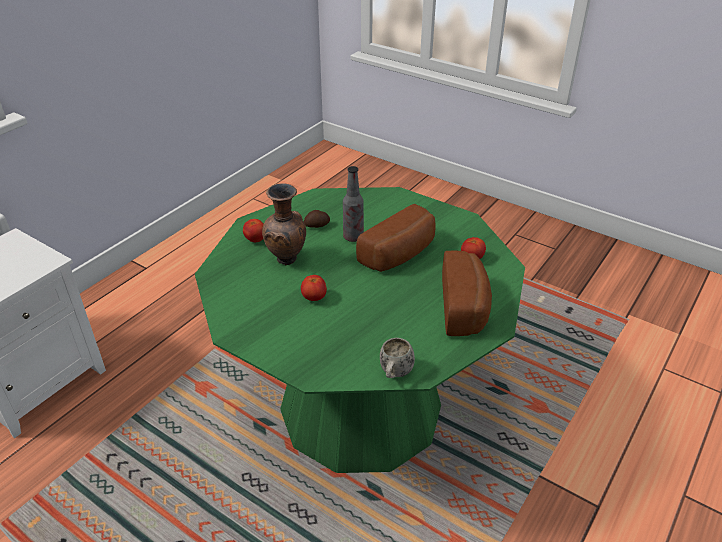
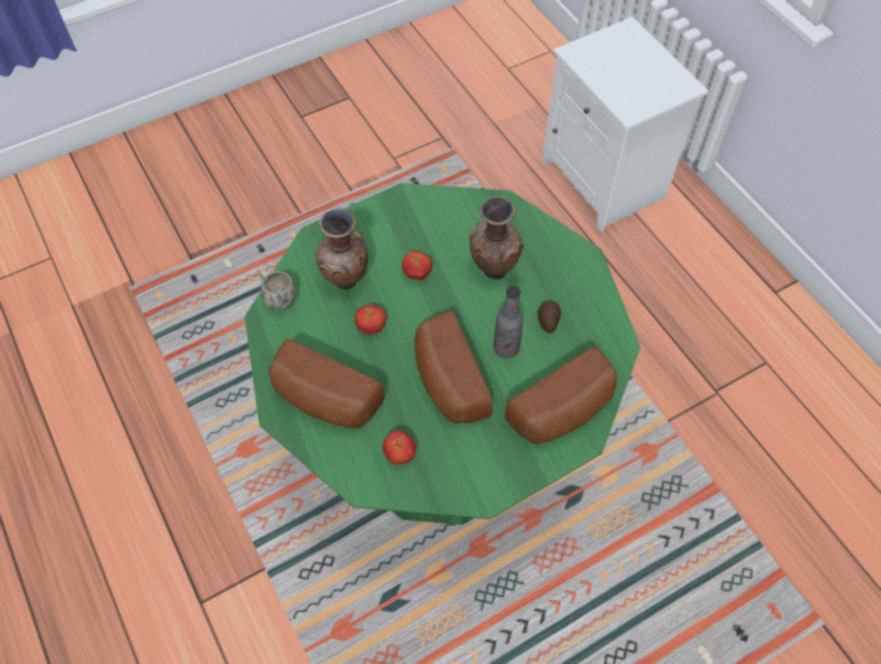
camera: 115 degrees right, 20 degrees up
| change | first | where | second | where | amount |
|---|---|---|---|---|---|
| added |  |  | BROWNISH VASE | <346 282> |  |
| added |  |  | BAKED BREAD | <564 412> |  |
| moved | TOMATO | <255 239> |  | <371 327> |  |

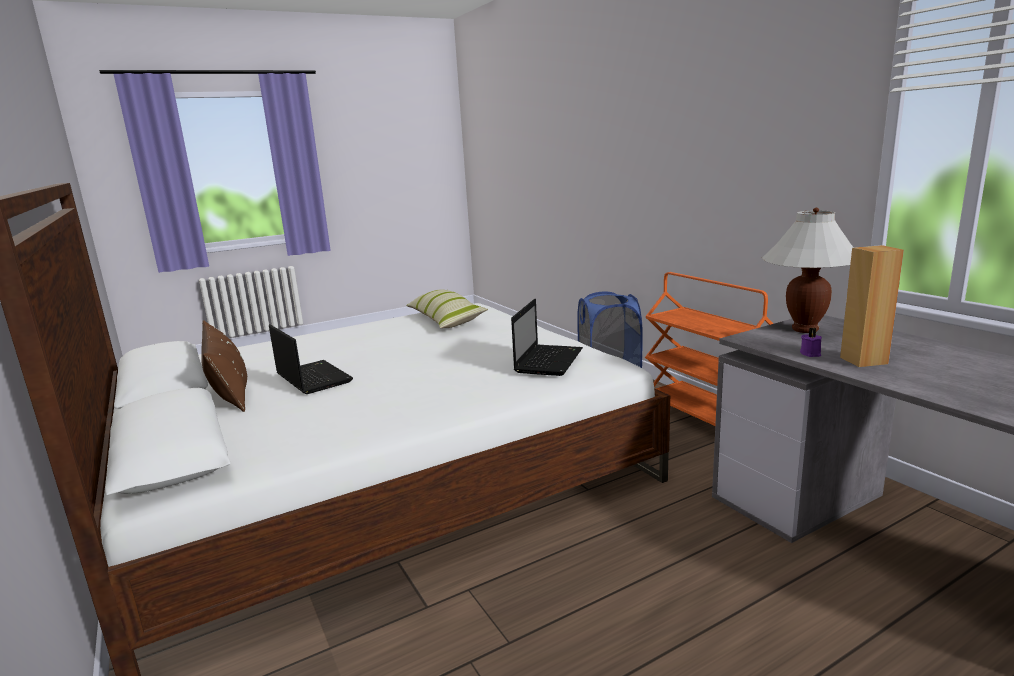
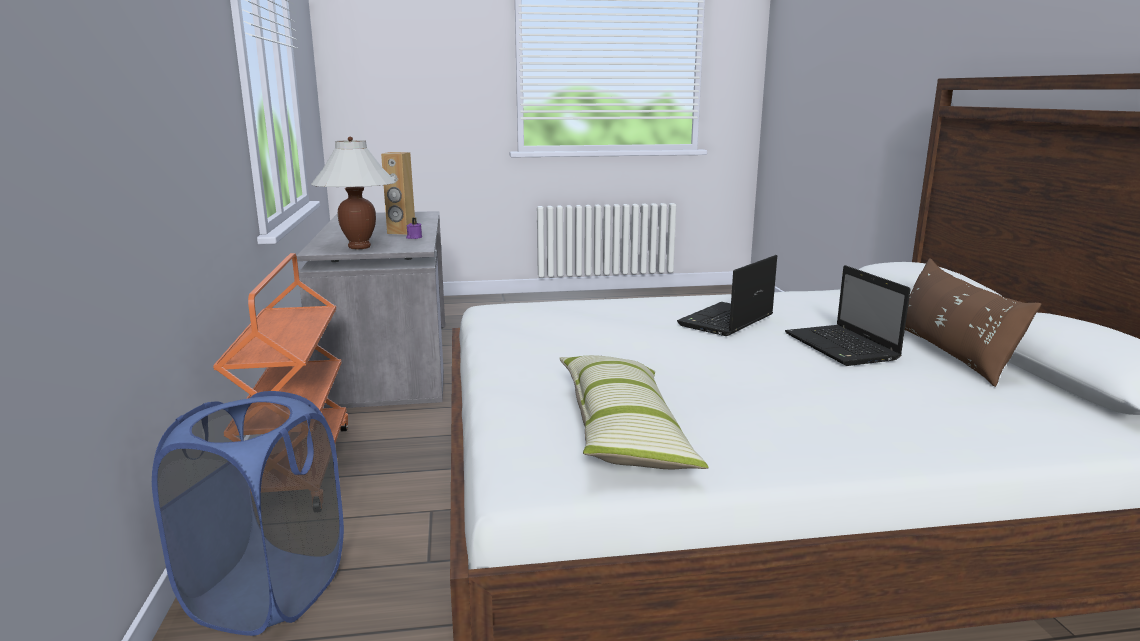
camera: 160 degrees left, 0 degrees up
| change | first | where | second | where | amount |
|---|---|---|---|---|---|
| moved | PORTABLE COMPUTER | <549 360> |  | <725 321> |  |

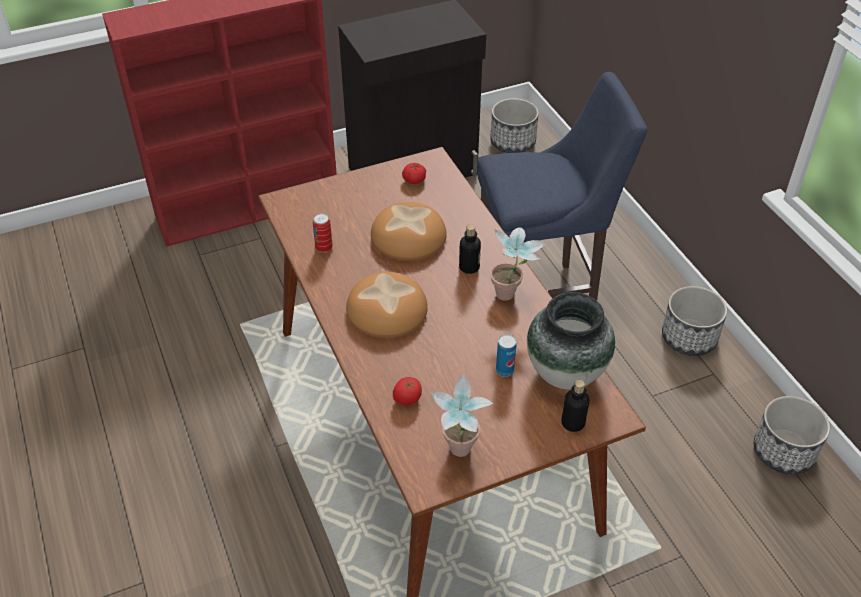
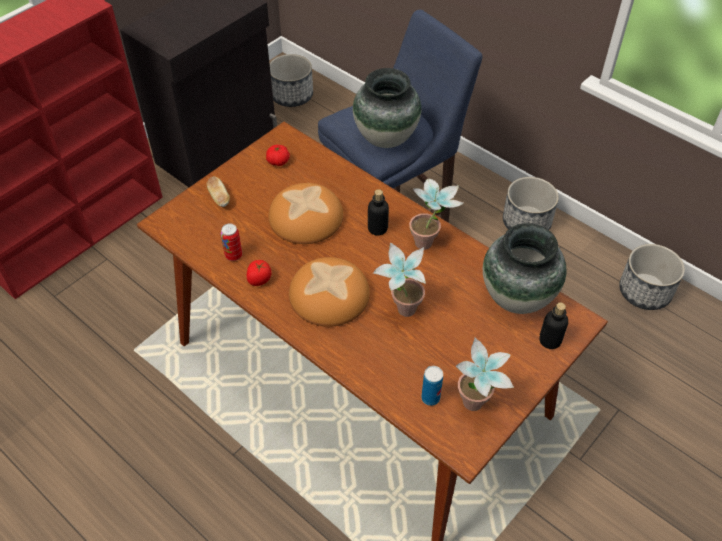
camera: 25 degrees left, 5 degrees up
| change | first | where | second | where | amount |
|---|---|---|---|---|---|
| added |  |  | BAKED BREAD | <219 198> |  |
| added |  |  | VASE | <386 137> |  |
| added |  |  | HOUSEPLANT | <400 312> |  |
| moved | TOMATO | <407 399> |  | <259 280> |  |
| moved | METAL CAN | <504 370> |  | <430 398> |  |

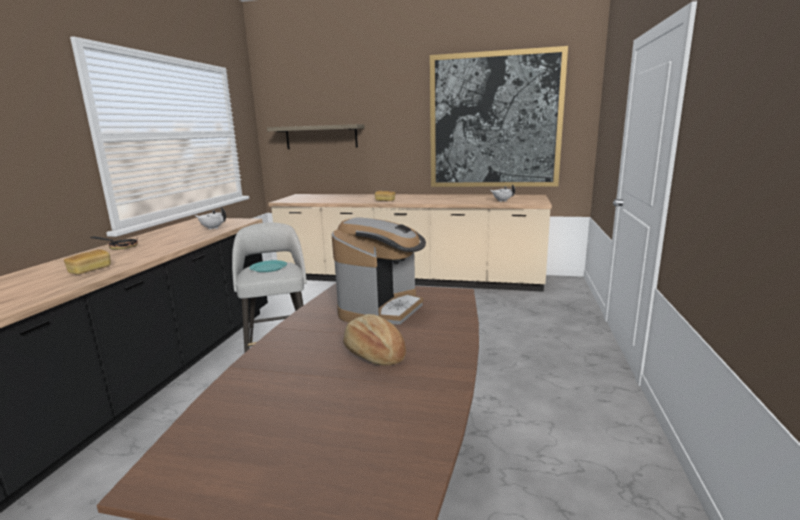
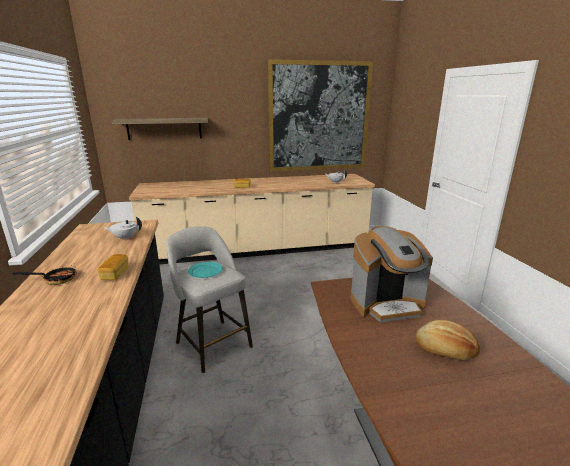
camera: 25 degrees left, 5 degrees up
| change | first | where | second | where | amount |
|---|---|---|---|---|---|
| moved | BAKED BREAD | <90 270> |  | <115 274> |  |
| turned | COFFEE MACHINE | <382 309> |  | <386 304> | 75 degrees clockwise |

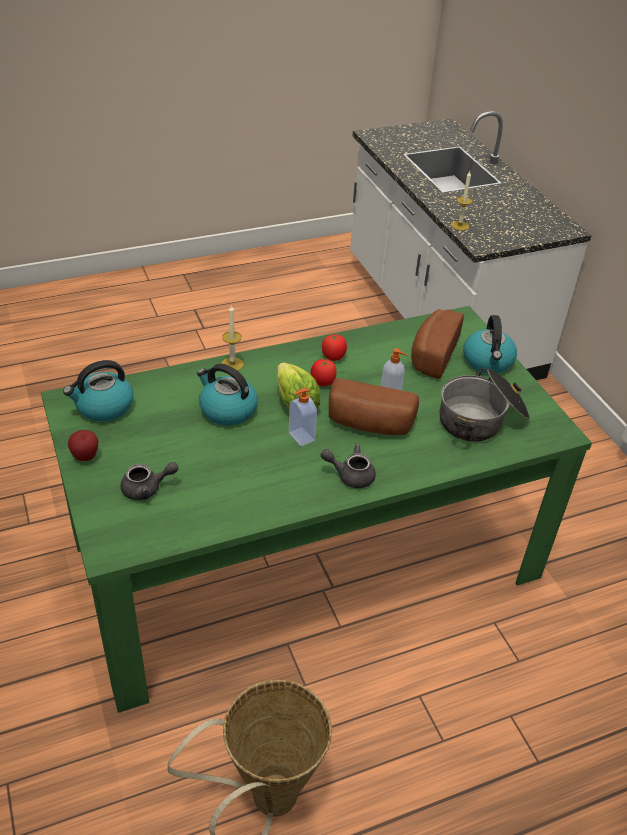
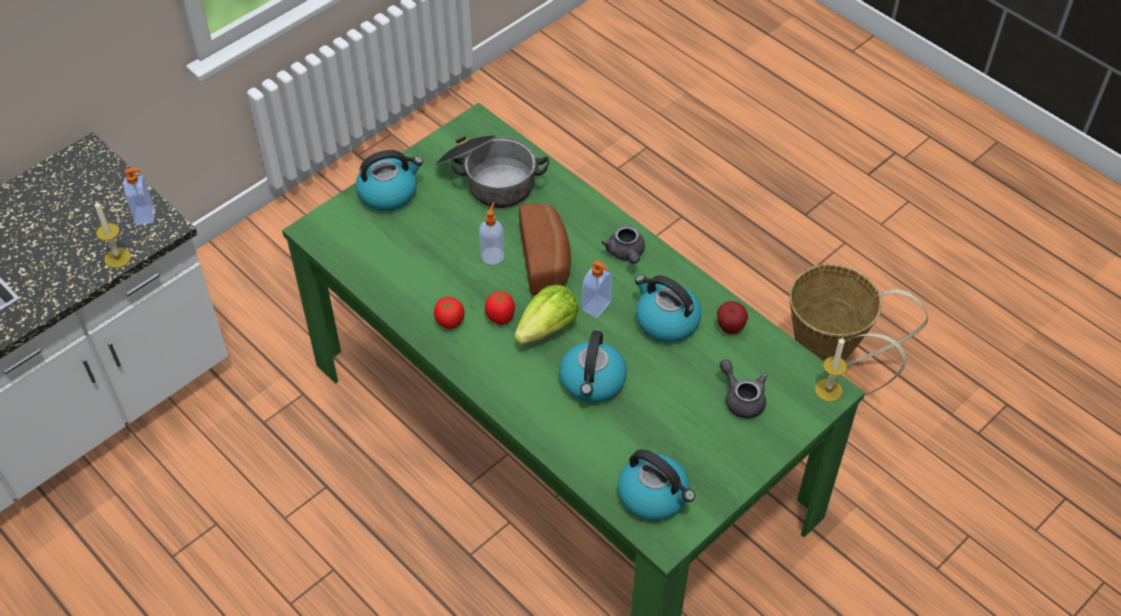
camera: 110 degrees left, 10 degrees up
| change | first | where | second | where | amount |
|---|---|---|---|---|---|
| removed | BAKED BREAD | <431 354> |  |  |  |
| added |  |  | LIQUID SOAP BOTTLE | <146 215> |  |
| added |  |  | KETTLE | <666 321> |  |
| moved | WHOLE APPLE | <85 457> |  | <730 328> |  |
| moved | WAX CANDLE | <232 364> |  | <828 390> |  |

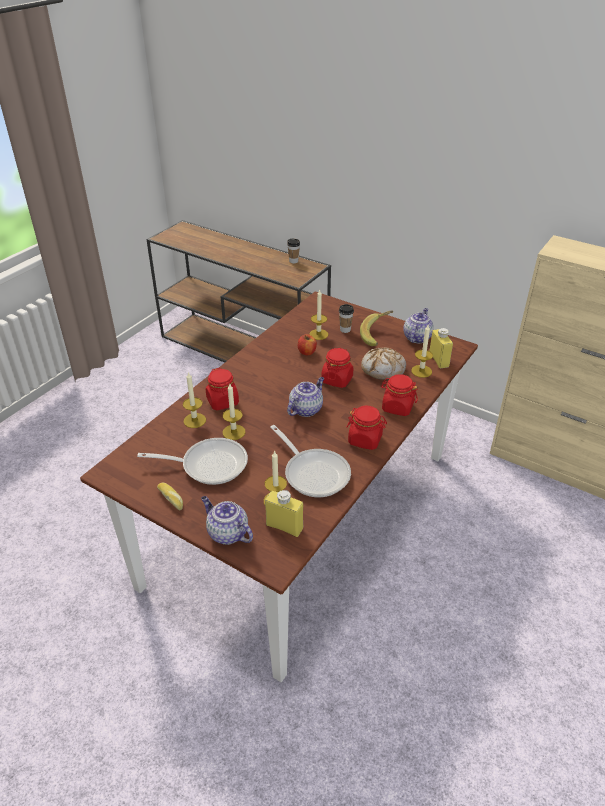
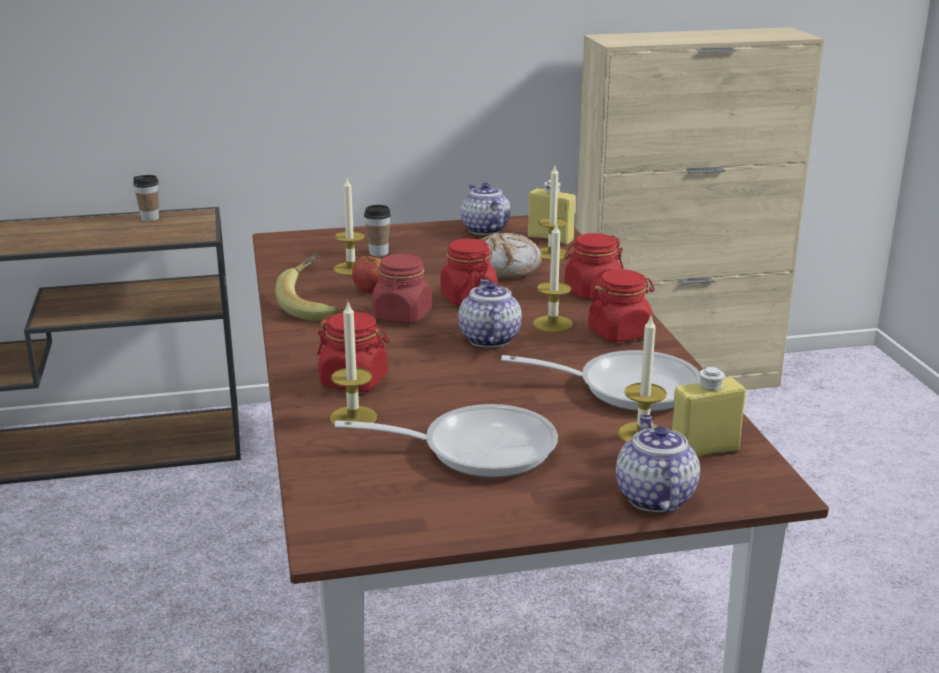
camera: 45 degrees left, 15 degrees down
| change | first | where | second | where | amount |
|---|---|---|---|---|---|
| removed | BAKED BREAD | <171 498> |  |  |  |
| added |  |  | RED-COLOURED JAR | <402 315> |  |
| moved | WAX CANDLE | <234 432> |  | <552 324> |  |
| moved | BANANA FRUIT | <377 336> |  | <314 306> |  |
| turned | PAN | <208 464> |  | <477 449> | 45 degrees clockwise |
| turned | TEA POT | <227 533> |  | <653 497> | 90 degrees clockwise |

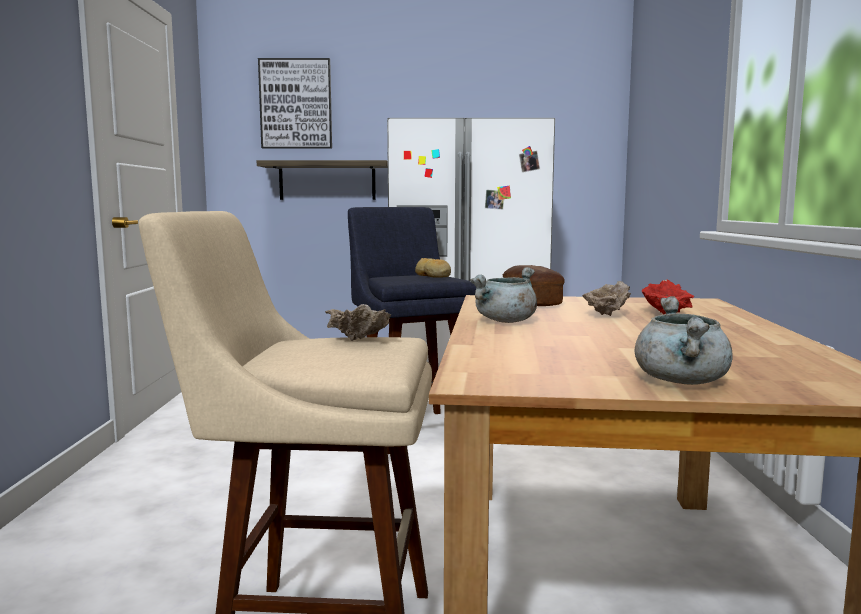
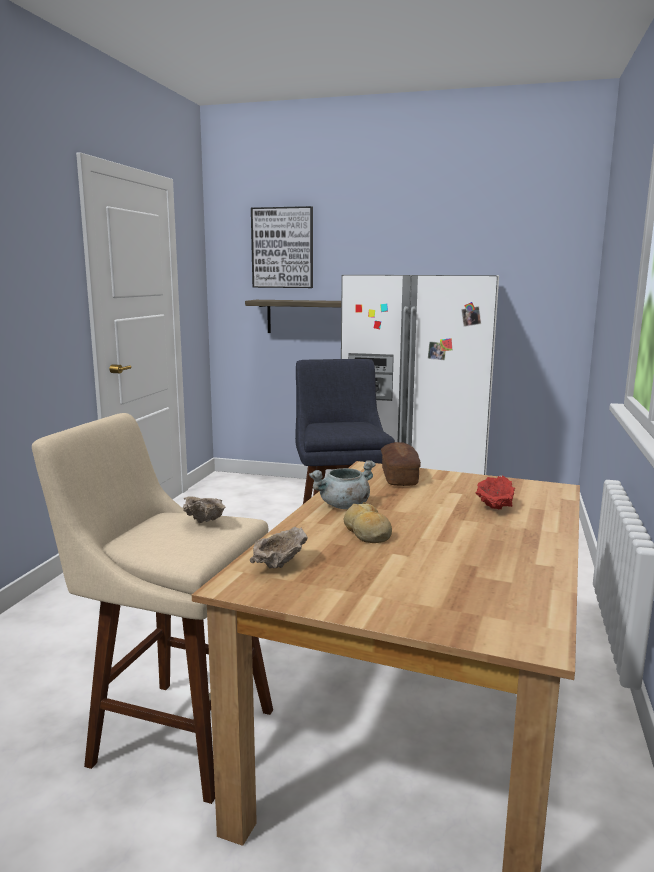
camera: 15 degrees right, 5 degrees up
| change | first | where | second | where | amount |
|---|---|---|---|---|---|
| removed | GRAY SAUCEPOT | <682 381> |  |  |  |
| moved | BAKED BREAD | <433 275> |  | <367 533> |  |
| moved | SAND-COLOURED BOWL | <605 315> |  | <278 566> |  |

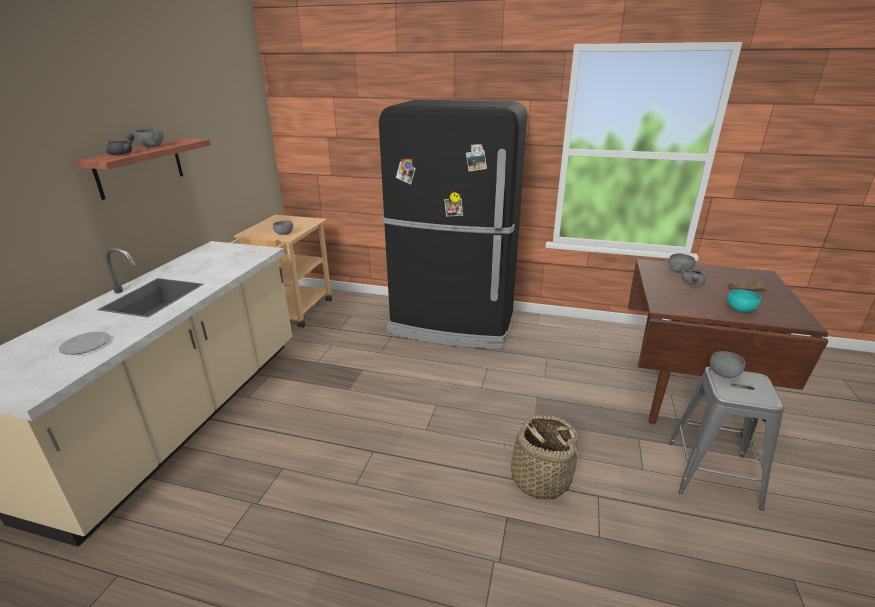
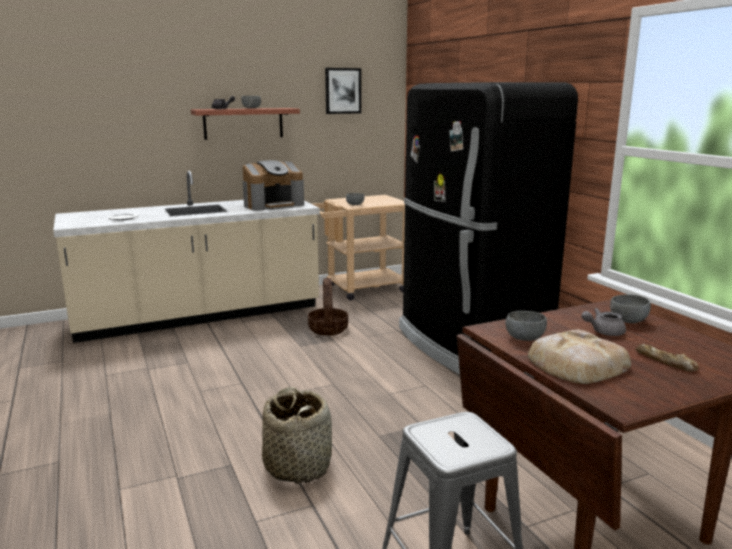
camera: 50 degrees right, 10 degrees down
| change | first | where | second | where | amount |
|---|---|---|---|---|---|
| added |  |  | COFFEE MACHINE | <273 205> |  |
| added |  |  | STORAGE BASKET | <328 329> |  |
| added |  |  | WALL PICTURE | <343 91> |  |
| moved | GRAY BOWL | <723 374> |  | <524 338> |  |
| replaced | TURQUOISE-COLOURED BOWL | <740 310> | BAKED BREAD | <575 364> |  |

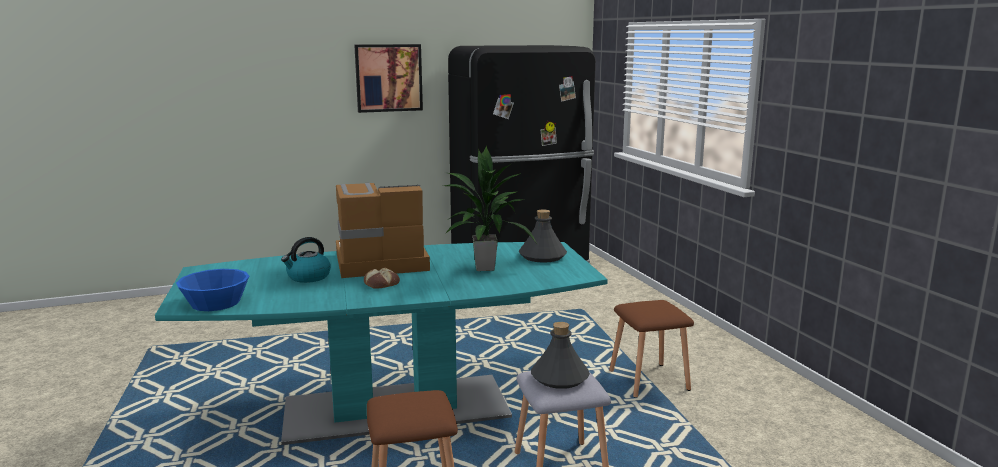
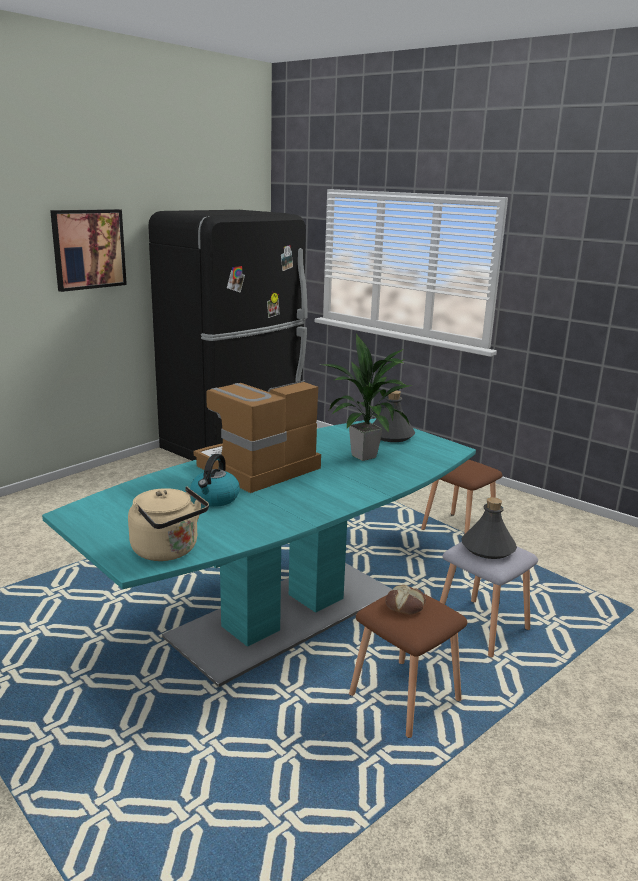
camera: 30 degrees left, 5 degrees up
| change | first | where | second | where | amount |
|---|---|---|---|---|---|
| moved | BAKED BREAD | <382 284> |  | <406 605> |  |
| replaced | BLUISH BOWL | <215 303> | SAND-COLOURED KETTLE | <168 551> |  |

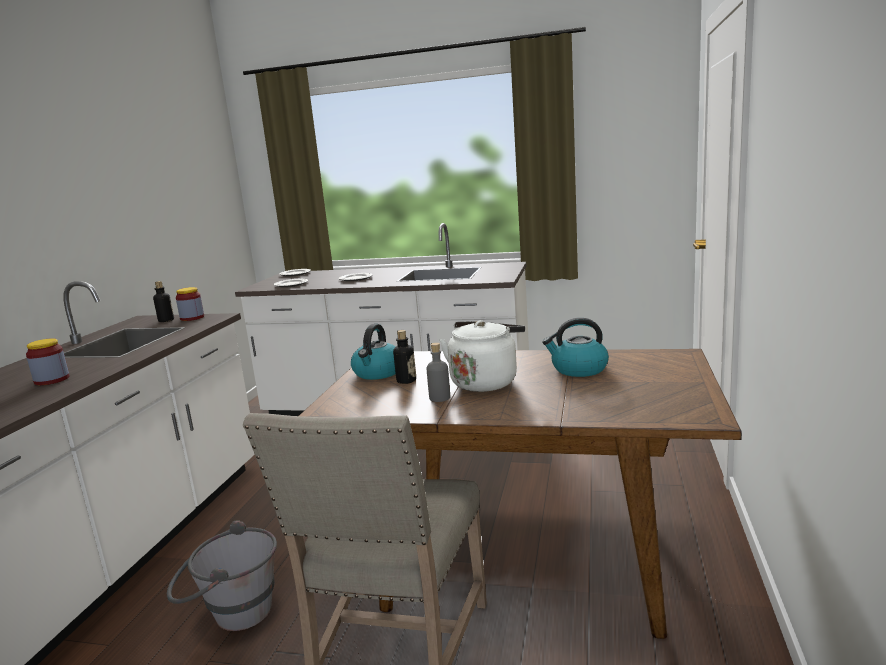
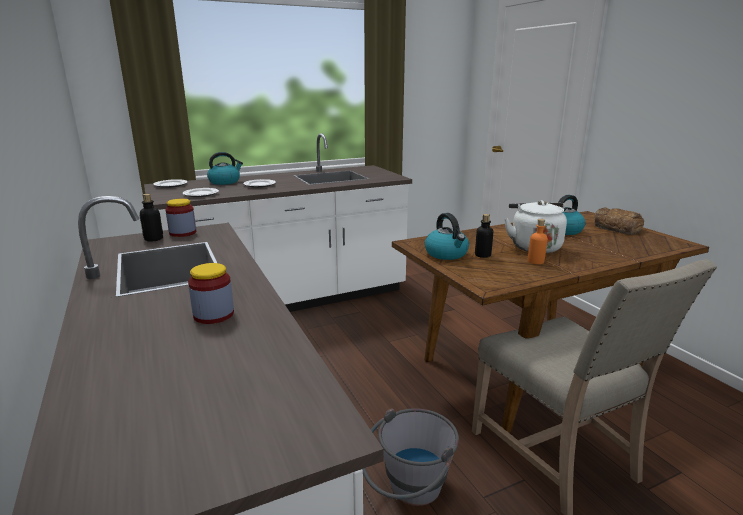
camera: 40 degrees left, 5 degrees up
| change | first | where | second | where | amount |
|---|---|---|---|---|---|
| added |  |  | KETTLE | <225 182> |  |
| added |  |  | BAKED BREAD | <617 227> |  |
| recoloured | GRAY BOTTLE | <439 398> | ORANGE-COLOURED BOTTLE | <535 261> |  |

